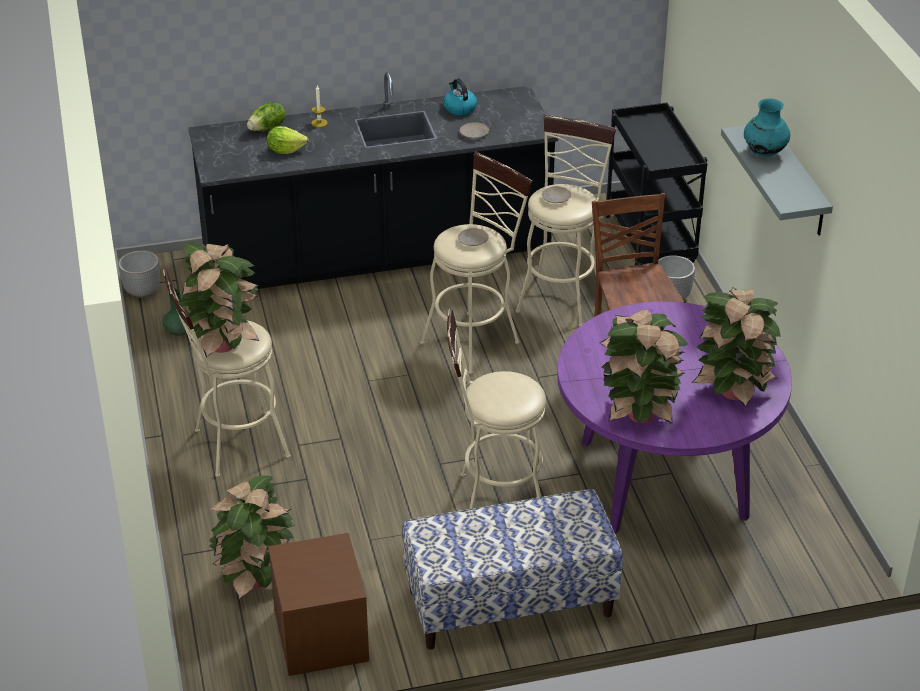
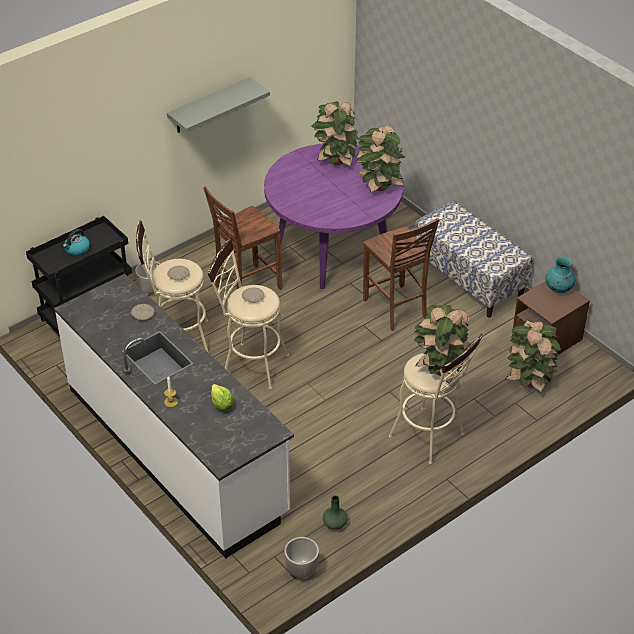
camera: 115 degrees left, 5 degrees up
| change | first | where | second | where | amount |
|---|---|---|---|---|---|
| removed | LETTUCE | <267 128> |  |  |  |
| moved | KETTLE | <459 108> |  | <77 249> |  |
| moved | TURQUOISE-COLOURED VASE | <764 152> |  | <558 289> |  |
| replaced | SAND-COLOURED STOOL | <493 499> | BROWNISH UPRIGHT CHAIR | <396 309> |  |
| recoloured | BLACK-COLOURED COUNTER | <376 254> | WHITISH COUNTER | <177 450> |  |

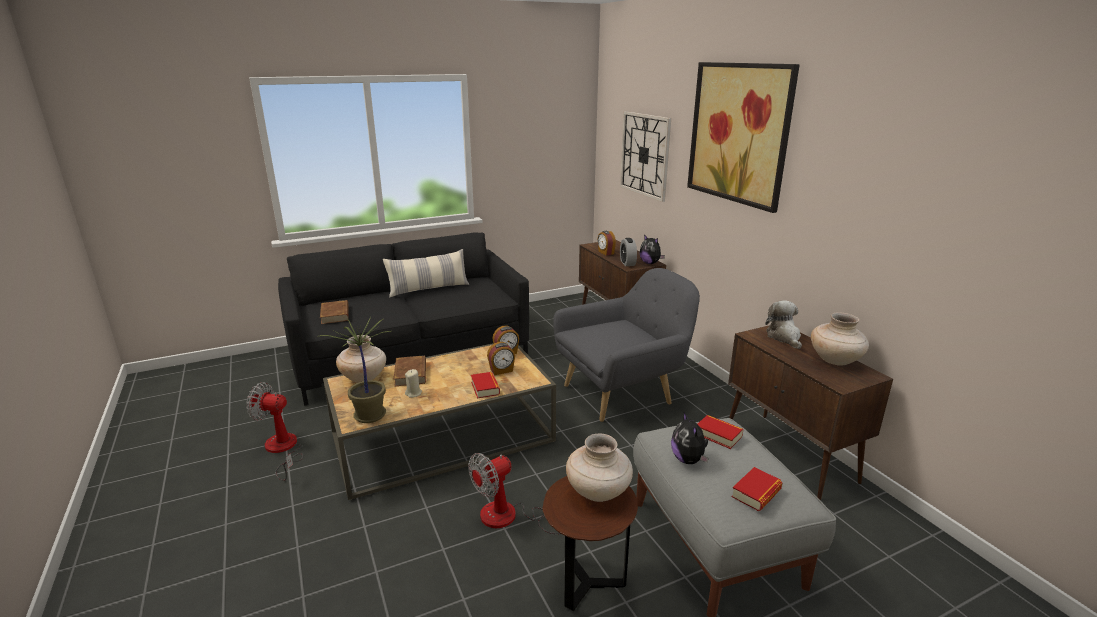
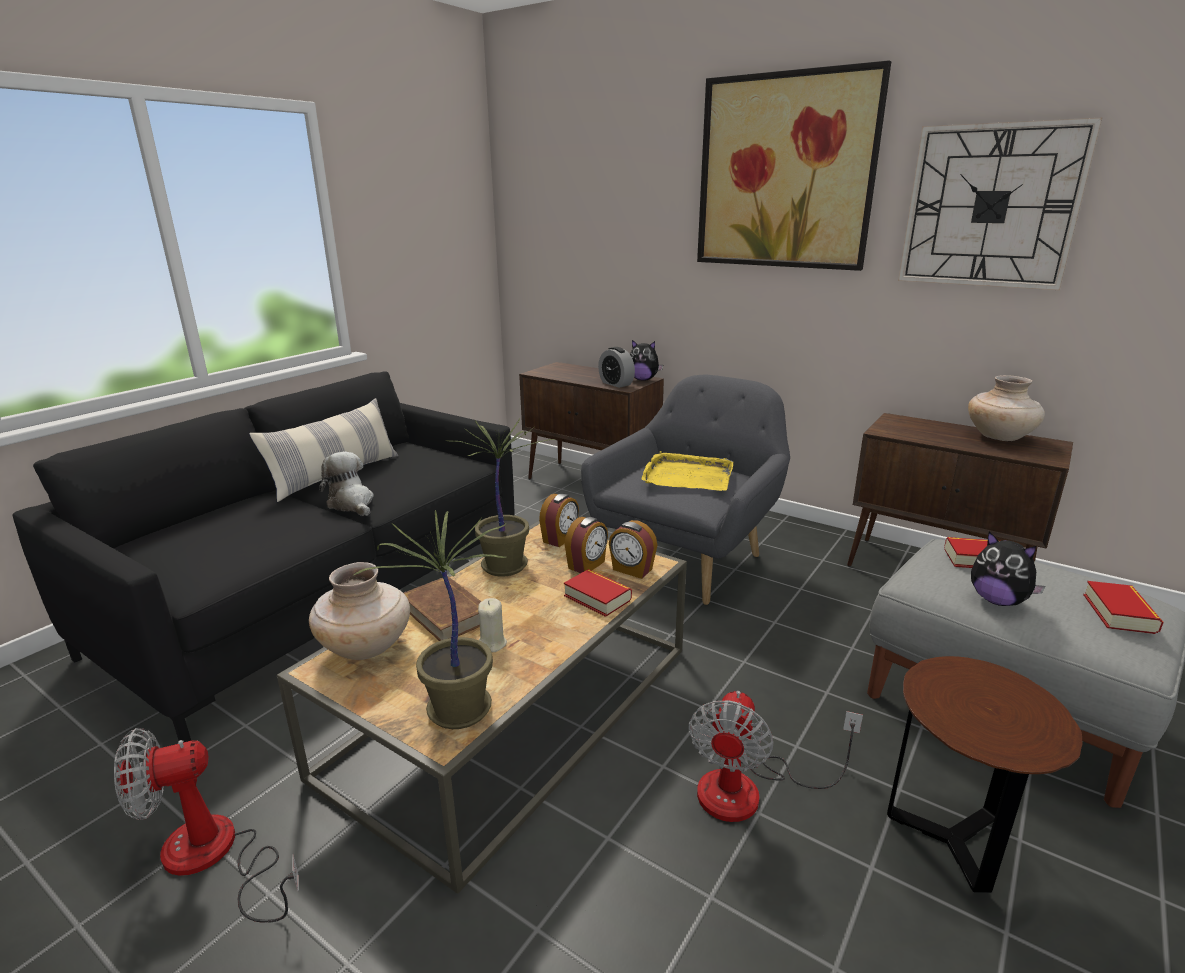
camera: 30 degrees left, 0 degrees up
| change | first | where | second | where | amount |
|---|---|---|---|---|---|
| removed | BROWNISH BOOK | <335 314> |  |  |  |
| removed | SAND-COLOURED VASE | <598 492> |  |  |  |
| added |  |  | HOUSEPLANT | <504 565> |  |
| added |  |  | YELLOWISH TRAY | <687 476> |  |
| moved | TABLE CLOCK | <605 253> |  | <632 570> |  |
| moved | HANGING CLOCK | <645 155> |  | <991 207> |  |
| moved | PLUSH TOY | <784 337> |  | <352 503> |  |

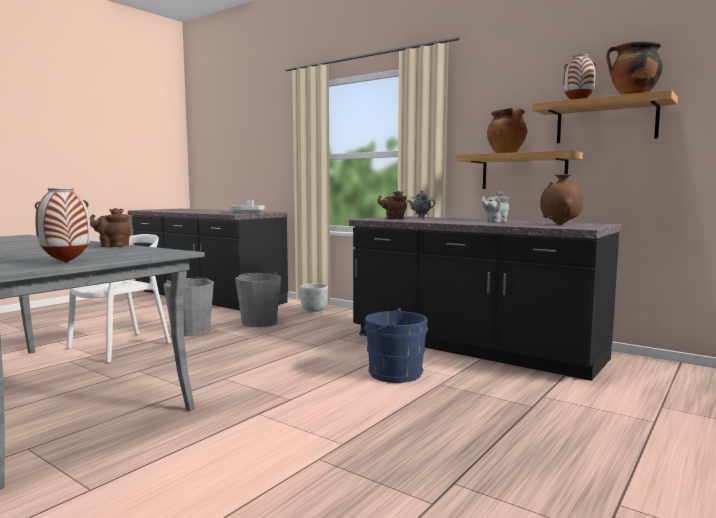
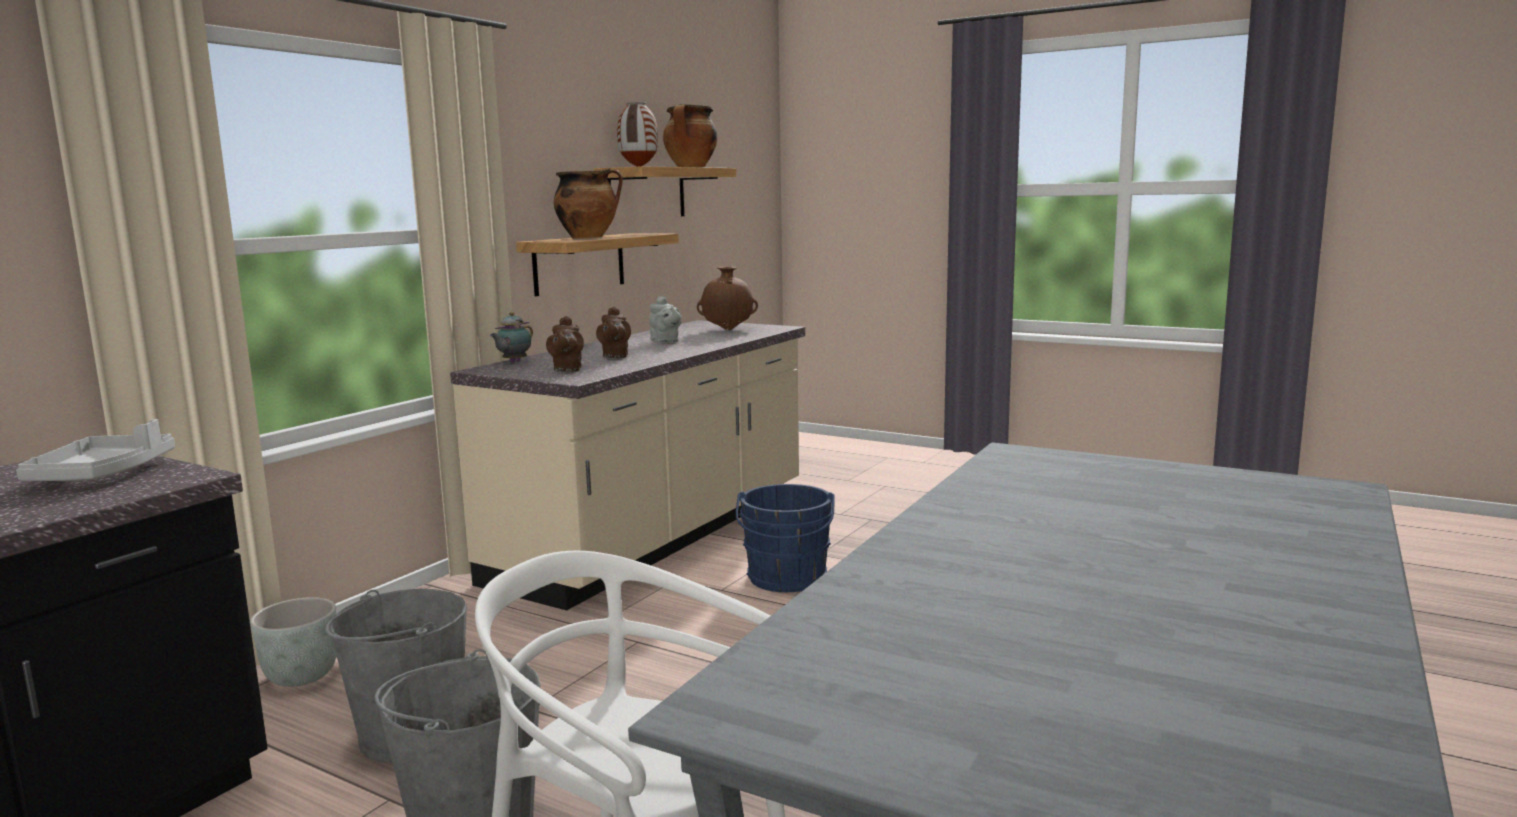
camera: 95 degrees left, 5 degrees up
| change | first | where | second | where | amount |
|---|---|---|---|---|---|
| removed | VASE | <65 263> |  |  |  |
| moved | BROWNISH TEA POT | <112 246> |  | <615 356> |  |
| recoloured | BLACK-COLOURED COUNTER | <472 347> | SAND-COLOURED COUNTER | <657 536> |  |

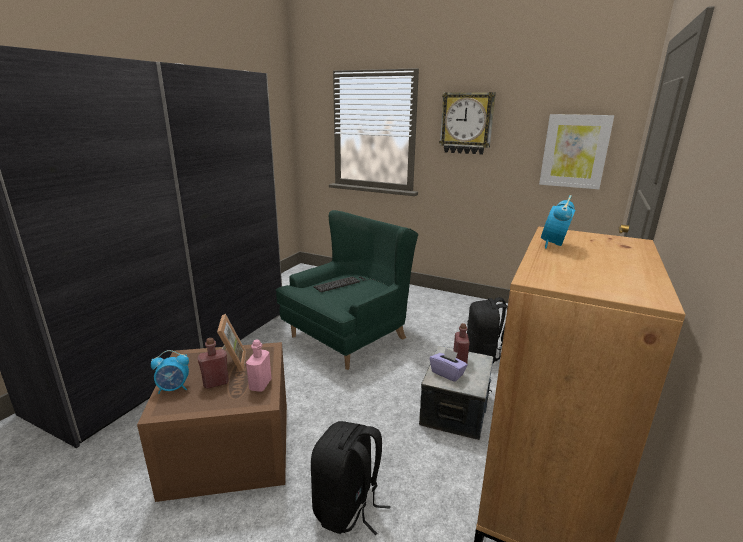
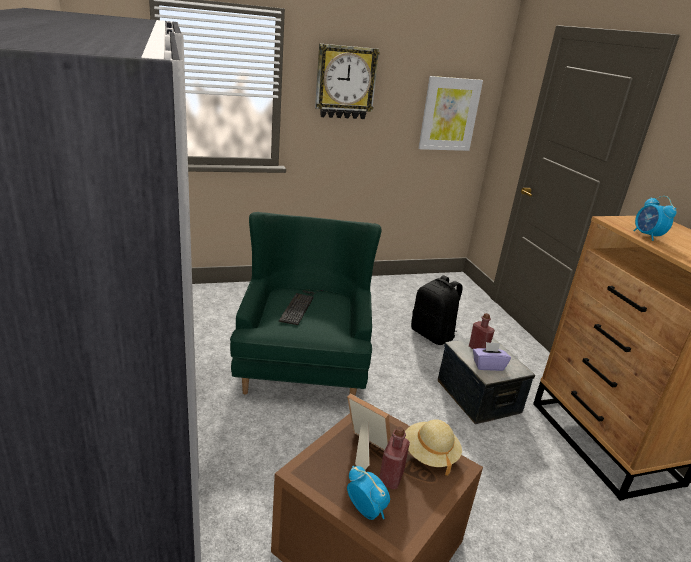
camera: 45 degrees left, 5 degrees up
| change | first | where | second | where | amount |
|---|---|---|---|---|---|
| removed | BLACK-COLOURED KNAPSACK | <348 507> |  |  |  |
| replaced | PINK BOTTLE | <260 385> | SAND-COLOURED CLOTHING HAT | <429 454> |  |
| turned | TABLE CLOCK | <174 388> |  | <366 510> | 75 degrees counterclockwise |

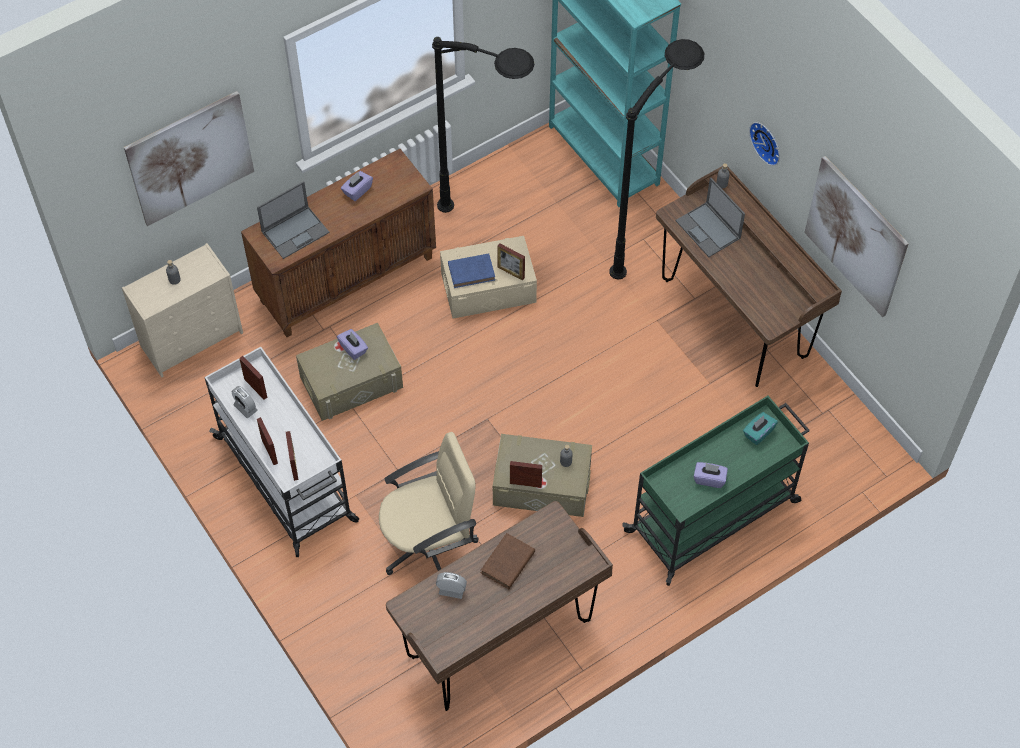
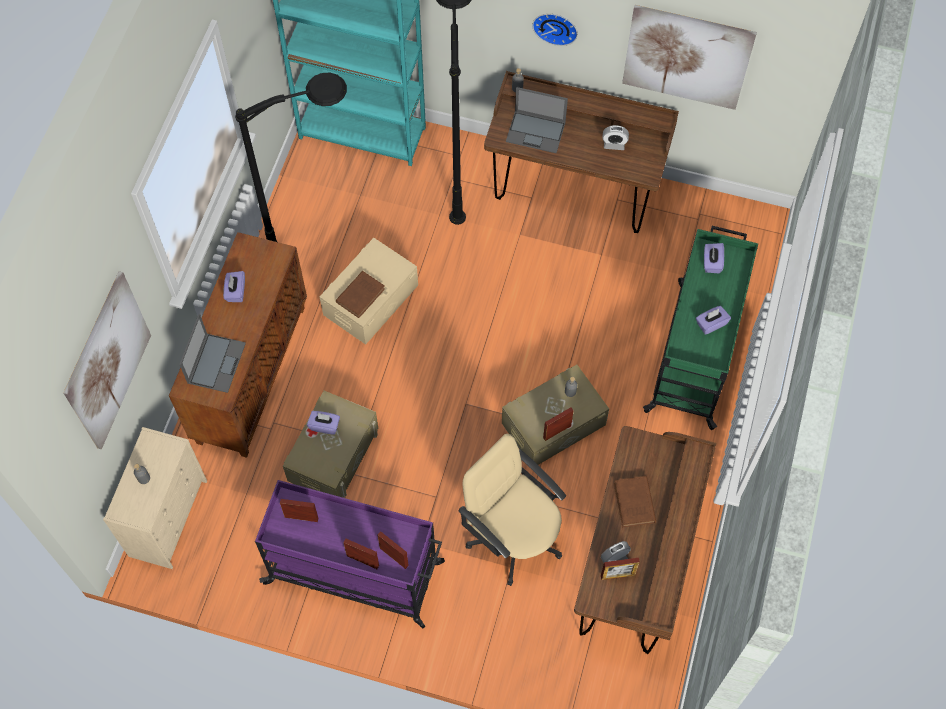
camera: 40 degrees left, 5 degrees up
| change | first | where | second | where | amount |
|---|---|---|---|---|---|
| moved | TABLE CLOCK | <245 408> |  | <614 144> |  |
| moved | PHOTO FRAME | <511 272> |  | <617 575> |  |
| recoloured | WHITISH WHEELED CART | <286 480> | PURPLE-COLOURED WHEELED CART | <356 573> |  |
| recoloured | BLUISH BOOK | <473 272> | BROWNISH BOOK | <361 295> |  |
| recoloured | TURQUOISE-COLOURED BOX OF TISSUES | <758 433> | PURPLE-COLOURED BOX OF TISSUES | <712 263> |  |
| turned | SAND-COLOURED COMPUTER CHAIR | <429 544> |  | <514 536> | 75 degrees counterclockwise |

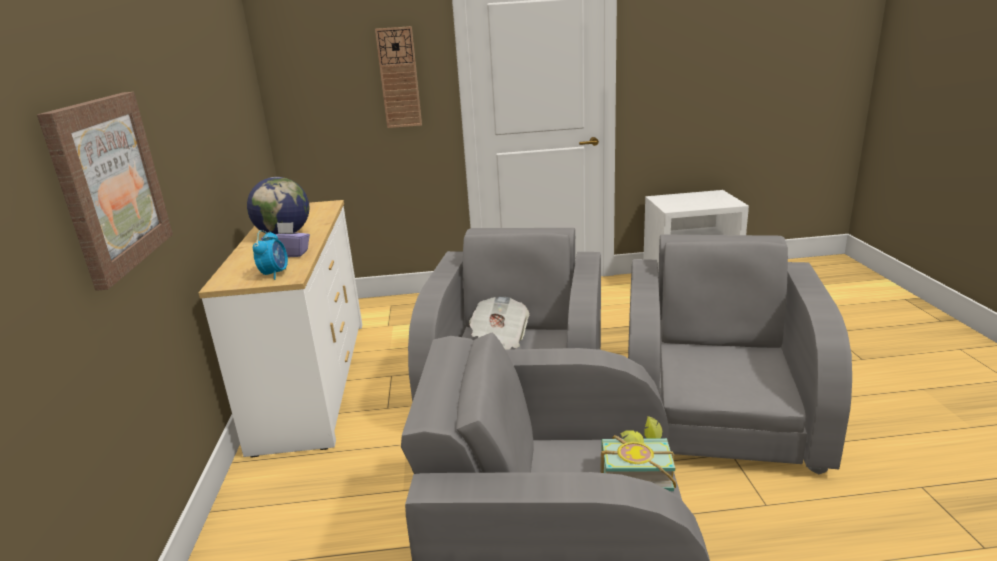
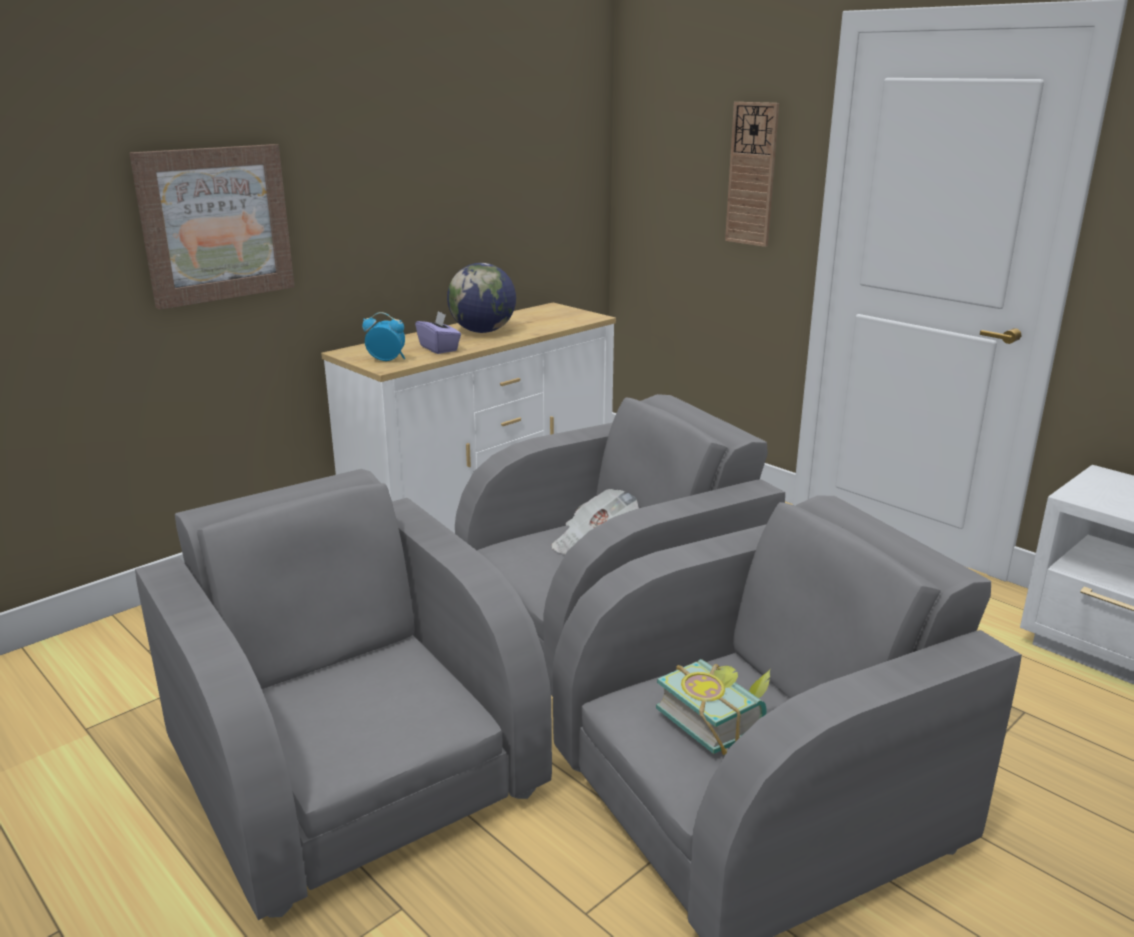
camera: 50 degrees right, 0 degrees up
| change | first | where | second | where | amount |
|---|---|---|---|---|---|
| moved | BOOK | <635 471> |  | <717 719> |  |
| turned | TABLE CLOCK | <275 274> |  | <387 360> | 135 degrees counterclockwise |

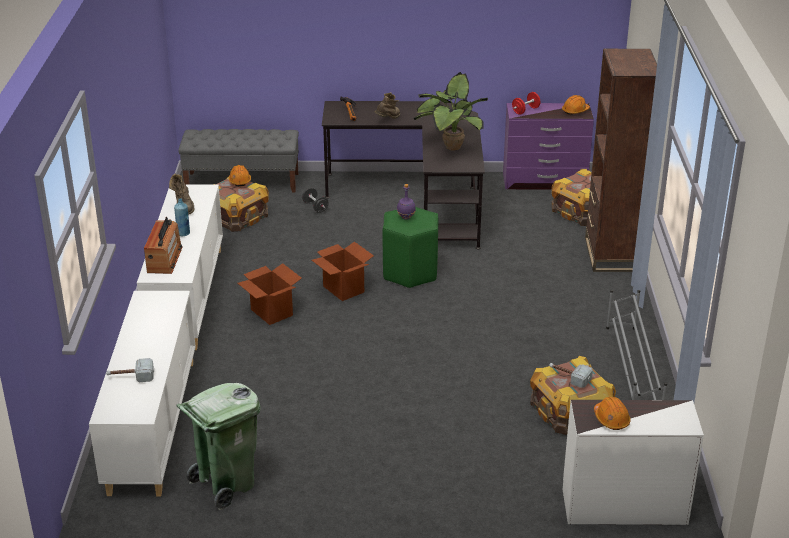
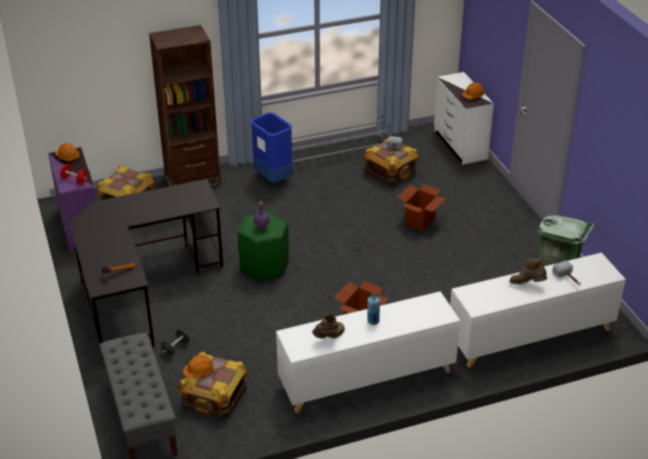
camera: 110 degrees left, 5 degrees up
| change | first | where | second | where | amount |
|---|---|---|---|---|---|
| removed | RADIO | <164 259> |  |  |  |
| removed | HOUSEPLANT | <450 147> |  |  |  |
| added |  |  | BLUISH WASTE BIN | <273 178> |  |
| moved | CARTON | <343 289> |  | <419 221> |  |
| moved | BROWNISH HIGH-TOP BOOT | <388 119> |  | <527 284> |  |

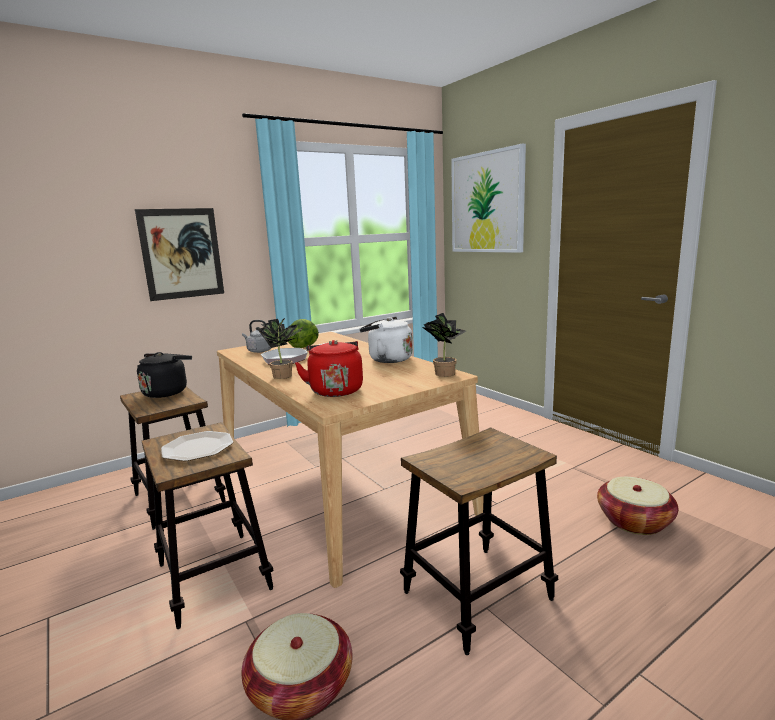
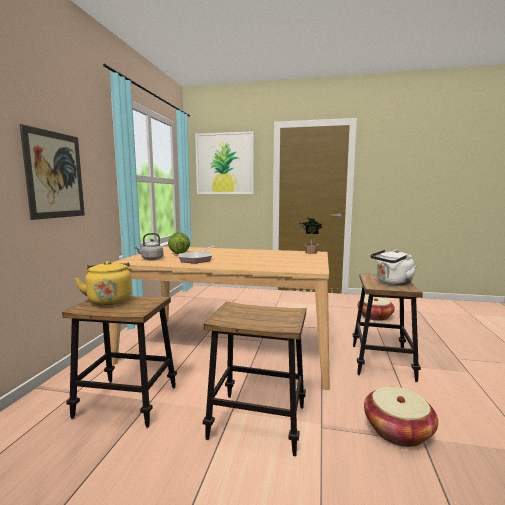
camera: 45 degrees left, 5 degrees down
| change | first | where | second | where | amount |
|---|---|---|---|---|---|
| removed | FLAT DISH | <198 447> |  |  |  |
| removed | HOUSEPLANT | <285 375> |  |  |  |
| removed | RED-COLOURED KETTLE | <335 390> |  |  |  |
| moved | WHITISH KETTLE | <387 359> |  | <392 283> |  |
| recoloured | BLACK-COLOURED KETTLE | <167 392> | YELLOWISH KETTLE | <109 300> |  |

